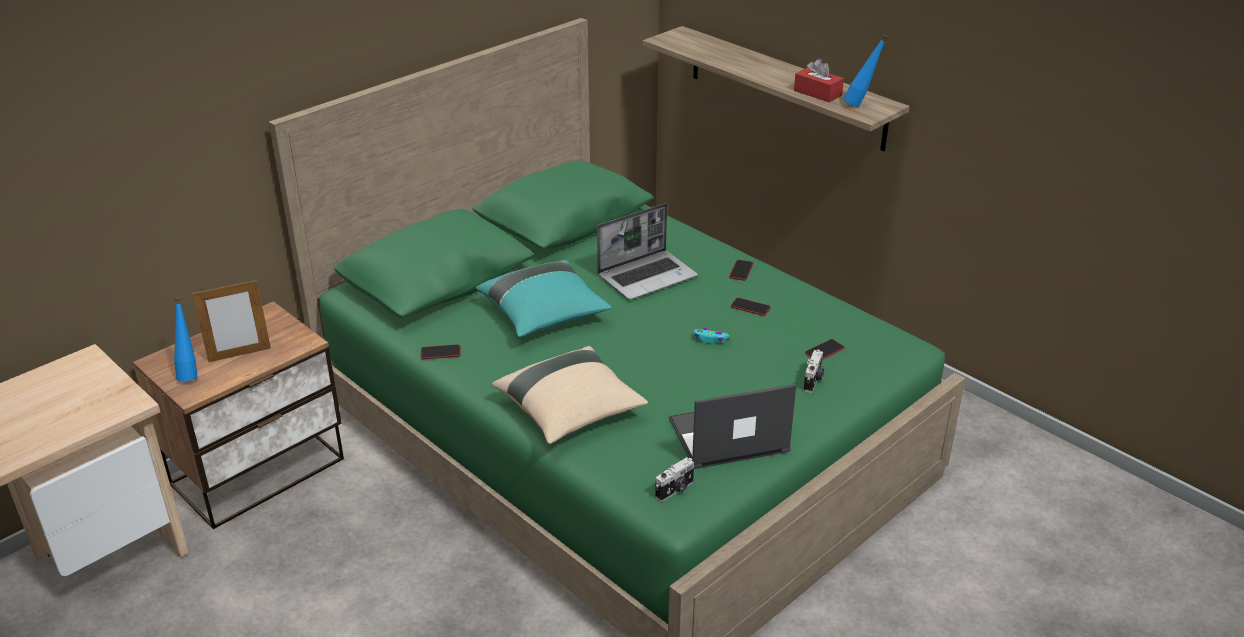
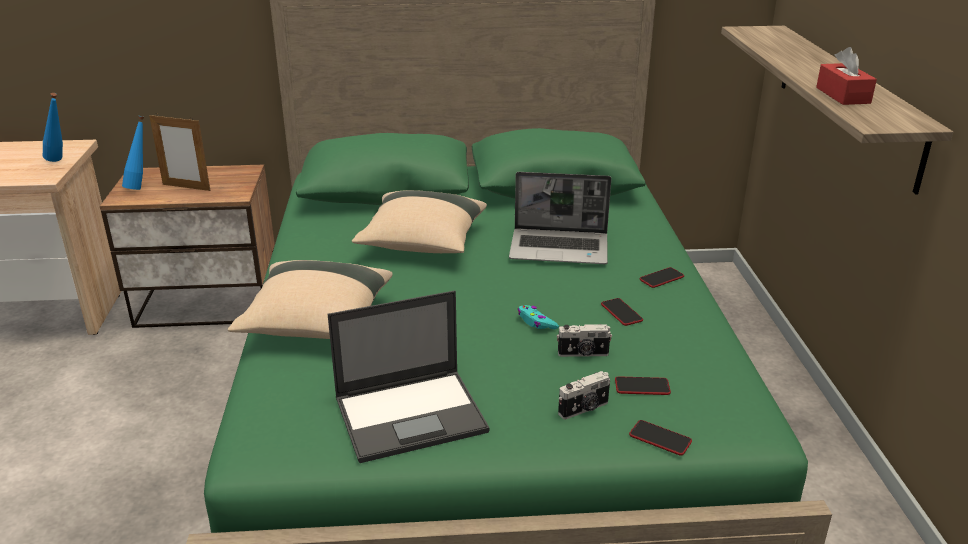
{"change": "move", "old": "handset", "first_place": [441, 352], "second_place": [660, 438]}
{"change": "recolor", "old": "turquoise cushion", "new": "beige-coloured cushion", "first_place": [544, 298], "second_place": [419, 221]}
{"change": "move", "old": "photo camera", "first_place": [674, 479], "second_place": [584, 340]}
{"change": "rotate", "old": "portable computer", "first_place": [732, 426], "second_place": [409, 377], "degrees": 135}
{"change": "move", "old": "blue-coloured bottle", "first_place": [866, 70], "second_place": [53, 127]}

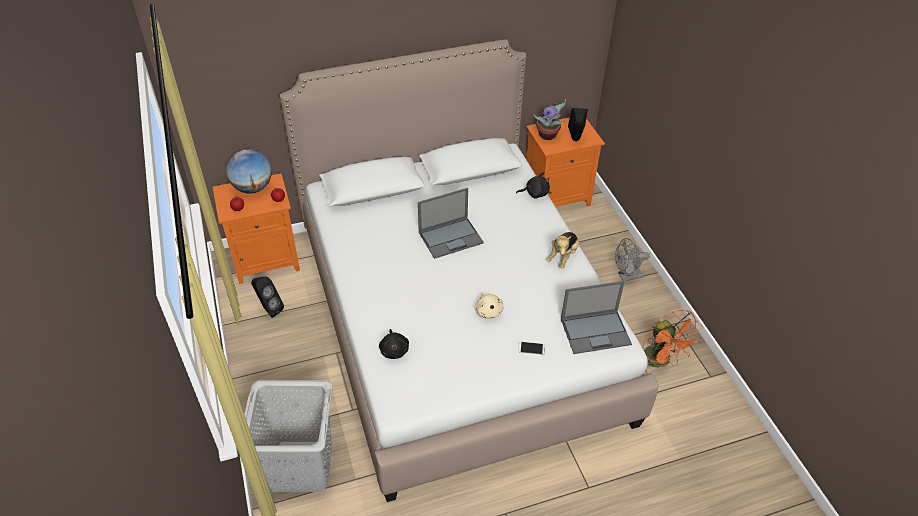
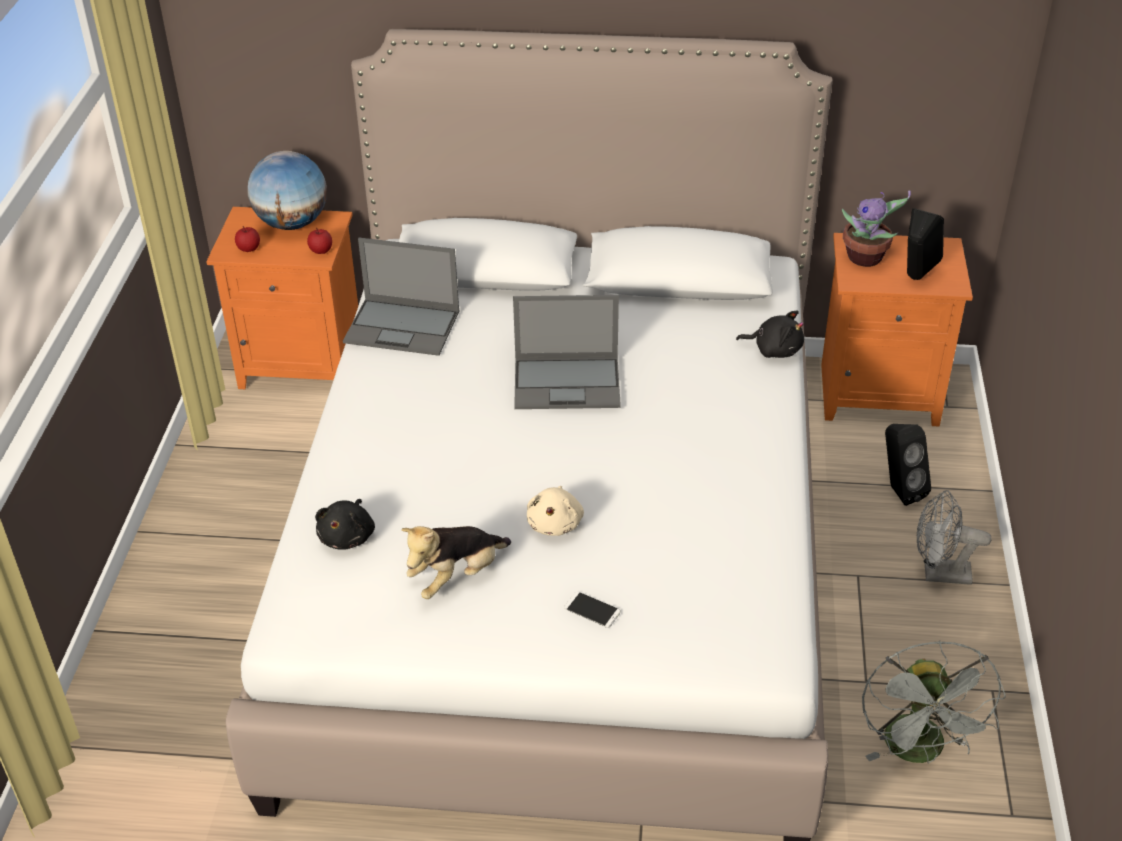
{"change": "delete", "old": "grey washing basket", "first_place": [288, 436]}
{"change": "move", "old": "blackish speaker", "first_place": [267, 297], "second_place": [908, 465]}
{"change": "move", "old": "plush toy", "first_place": [562, 250], "second_place": [456, 562]}
{"change": "move", "old": "portable computer", "first_place": [596, 317], "second_place": [401, 297]}
{"change": "recolor", "old": "orange-coloured fan", "new": "grey fan", "first_place": [672, 340], "second_place": [934, 702]}

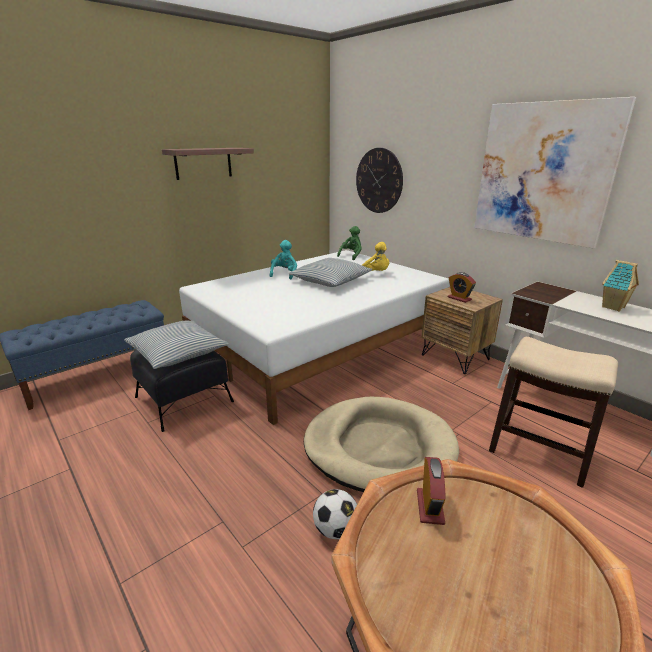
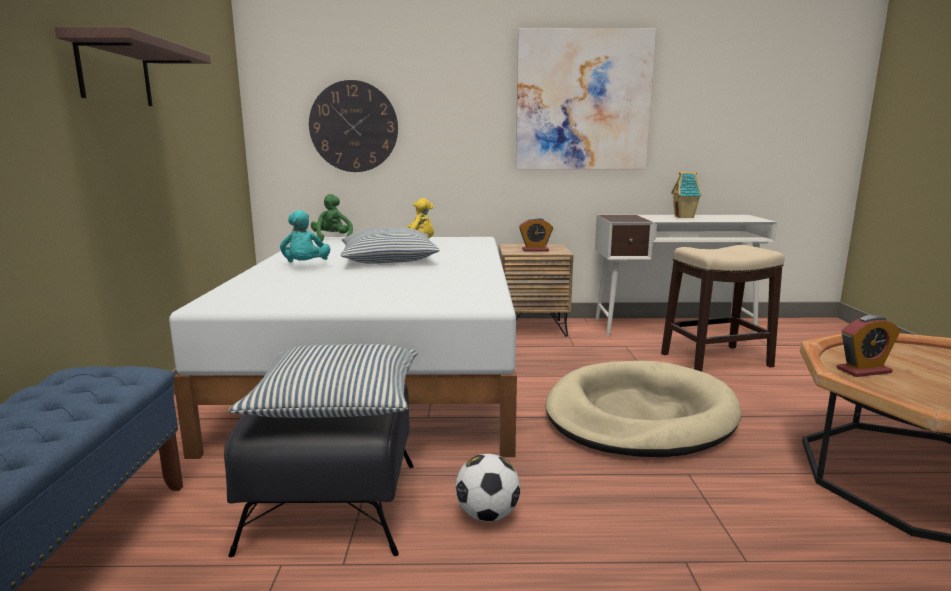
{"change": "rotate", "old": "turquoise plush toy", "first_place": [283, 259], "second_place": [305, 236], "degrees": -150}
{"change": "move", "old": "football ball", "first_place": [335, 514], "second_place": [488, 488]}
{"change": "rotate", "old": "bedside clock", "first_place": [431, 491], "second_place": [868, 346], "degrees": 120}

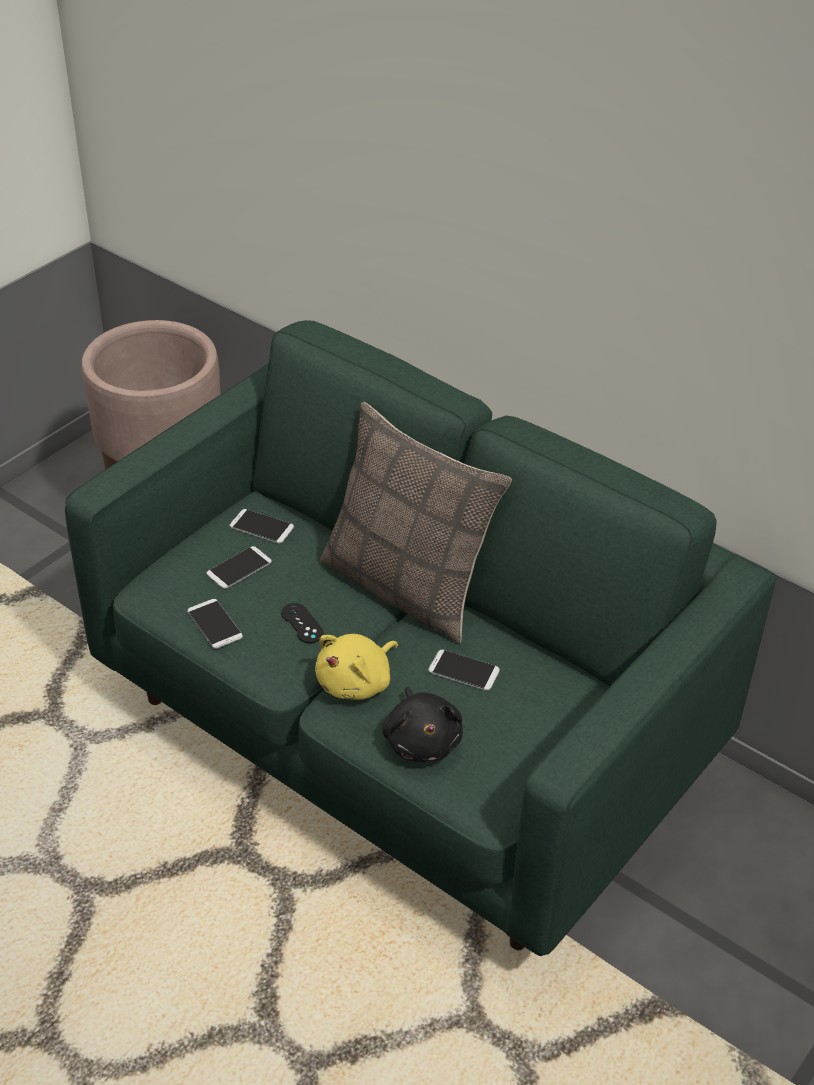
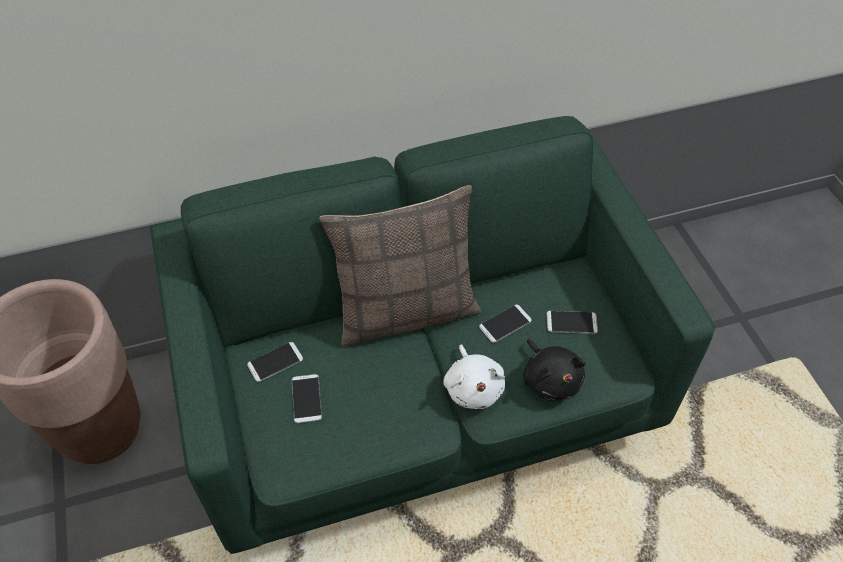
{"change": "move", "old": "handset", "first_place": [215, 624], "second_place": [572, 322]}
{"change": "delete", "old": "blackish joypad", "first_place": [302, 623]}
{"change": "recolor", "old": "yellowish plush toy", "new": "white plush toy", "first_place": [356, 667], "second_place": [474, 376]}
{"change": "rotate", "old": "blackish plush toy", "first_place": [422, 724], "second_place": [554, 370], "degrees": 45}

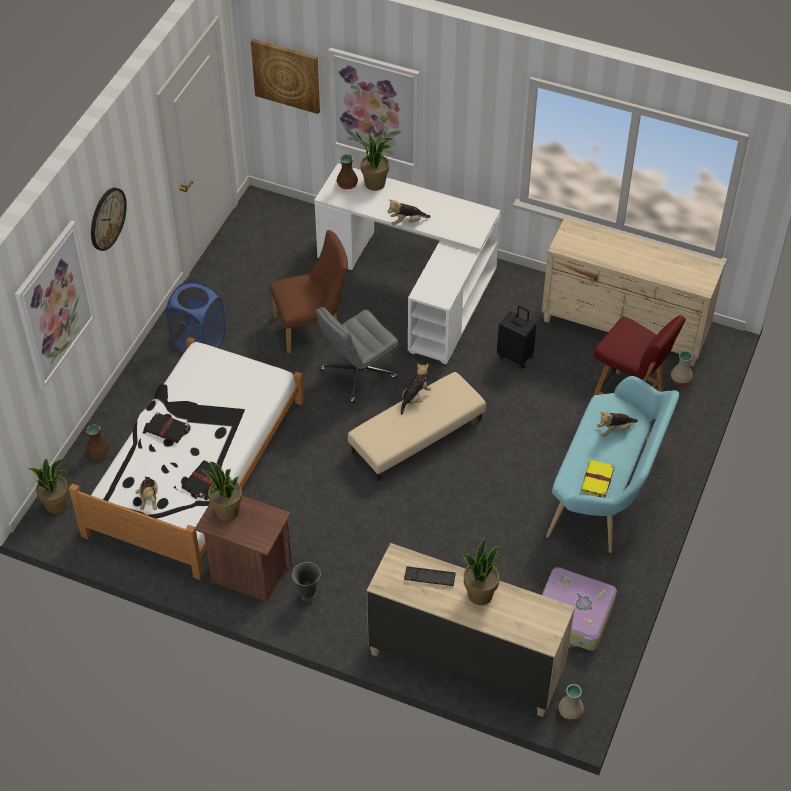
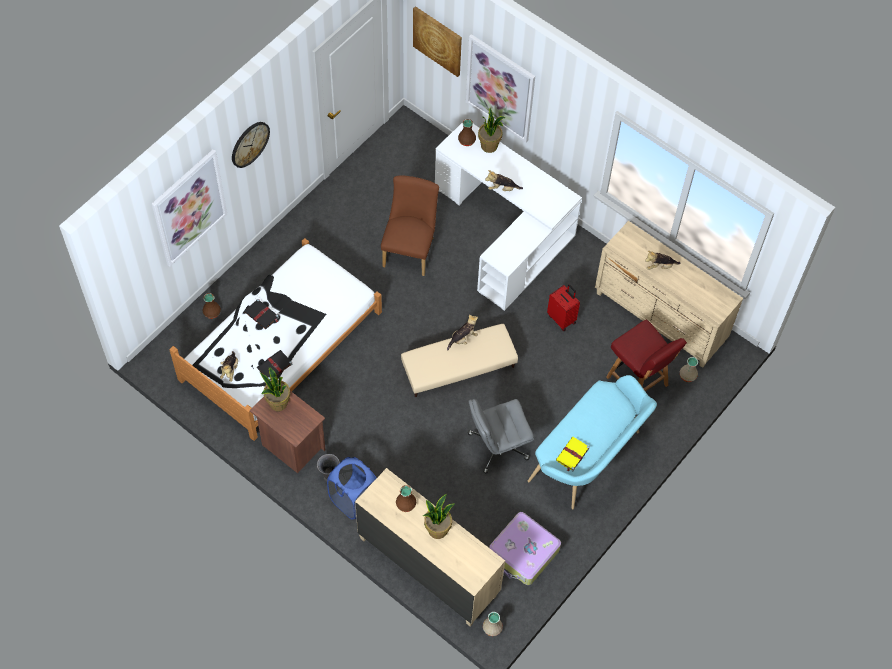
{"change": "delete", "old": "houseplant", "first_place": [48, 486]}
{"change": "move", "old": "blue-coloured washing basket", "first_place": [196, 317], "second_place": [351, 488]}
{"change": "rotate", "old": "brown-coloured upright chair", "first_place": [309, 291], "second_place": [410, 225], "degrees": -75}
{"change": "move", "old": "grey computer chair", "first_place": [357, 355], "second_place": [501, 436]}
{"change": "replace", "old": "computer keyboard", "new": "brown-coloured vase", "first_place": [430, 576], "second_place": [406, 498]}
{"change": "recolor", "old": "blackish travel case", "new": "red-coloured travel case", "first_place": [516, 337], "second_place": [563, 307]}
{"change": "move", "old": "plush toy", "first_place": [617, 424], "second_place": [662, 260]}

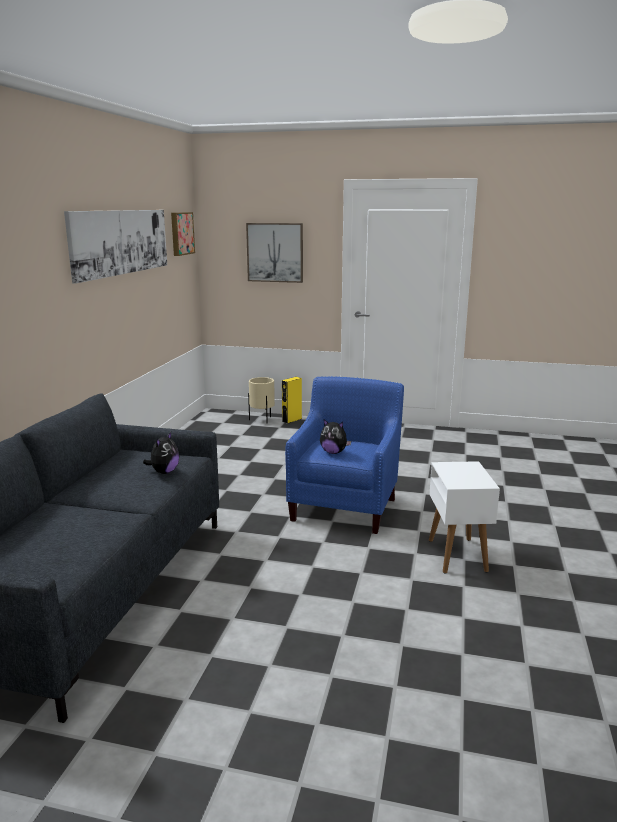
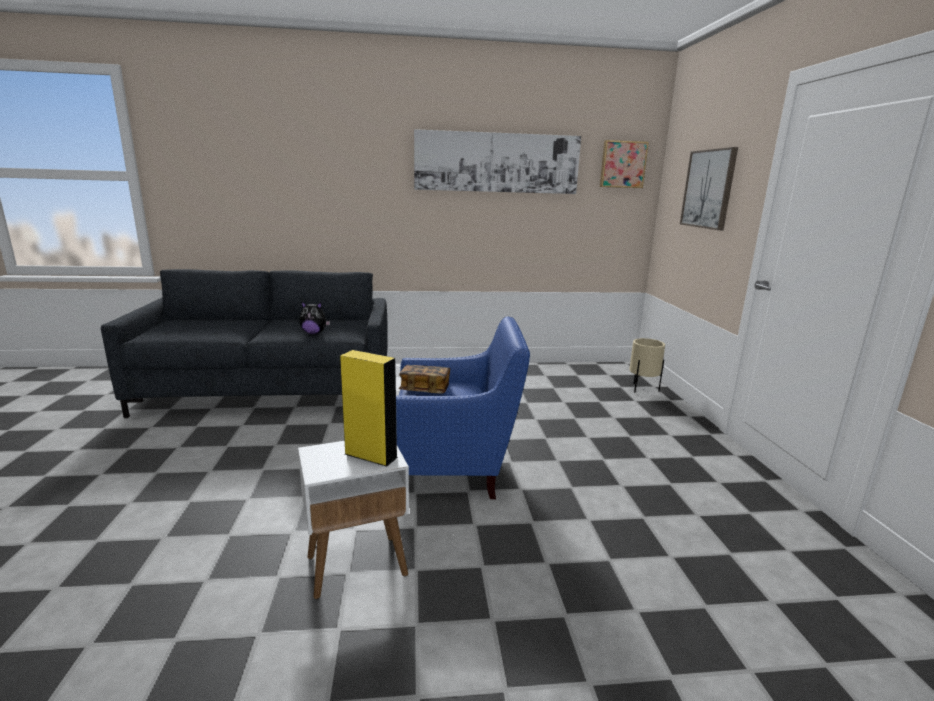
{"change": "move", "old": "yellowish speaker", "first_place": [292, 400], "second_place": [369, 408]}
{"change": "replace", "old": "plush toy", "new": "bound book", "first_place": [335, 436], "second_place": [424, 379]}

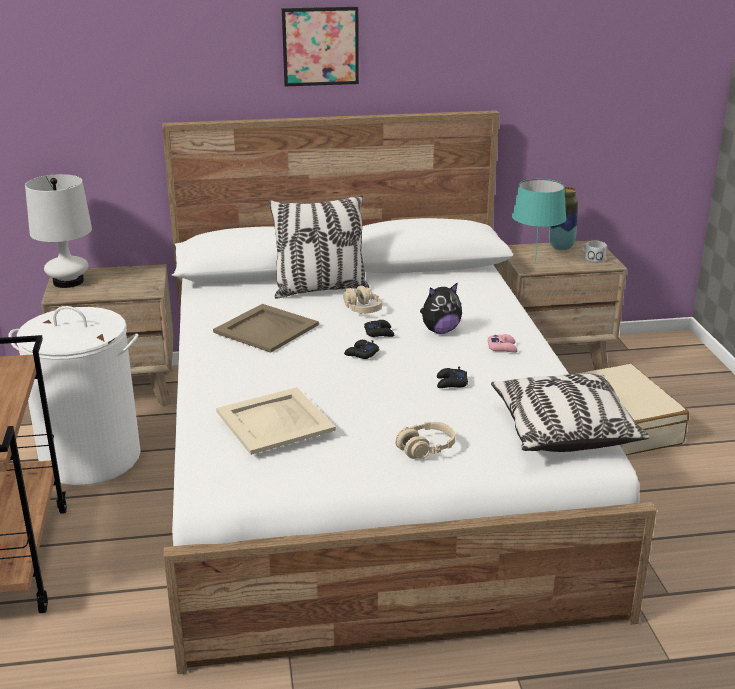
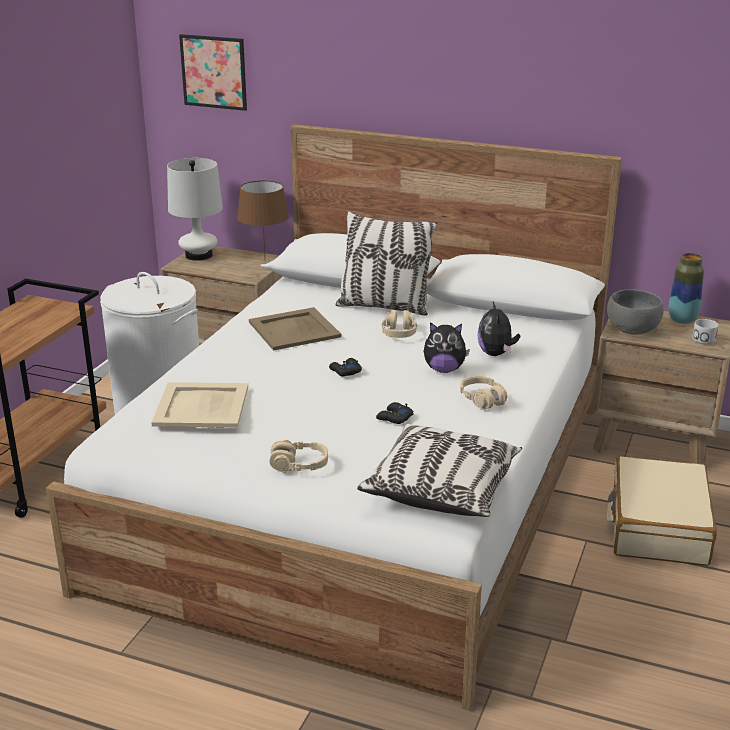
{"change": "move", "old": "wall art", "first_place": [320, 46], "second_place": [213, 72]}
{"change": "delete", "old": "blackish joypad", "first_place": [379, 328]}
{"change": "replace", "old": "pink-coloured joypad", "new": "beige-coloured headphones", "first_place": [503, 343], "second_place": [483, 392]}
{"change": "replace", "old": "turquoise lamp for a table", "new": "grey serving bowl", "first_place": [539, 221], "second_place": [635, 312]}
{"change": "insert", "new": "brown-coloured lamp for a table", "second_place": [263, 218]}
{"change": "insert", "new": "plush toy", "second_place": [499, 328]}

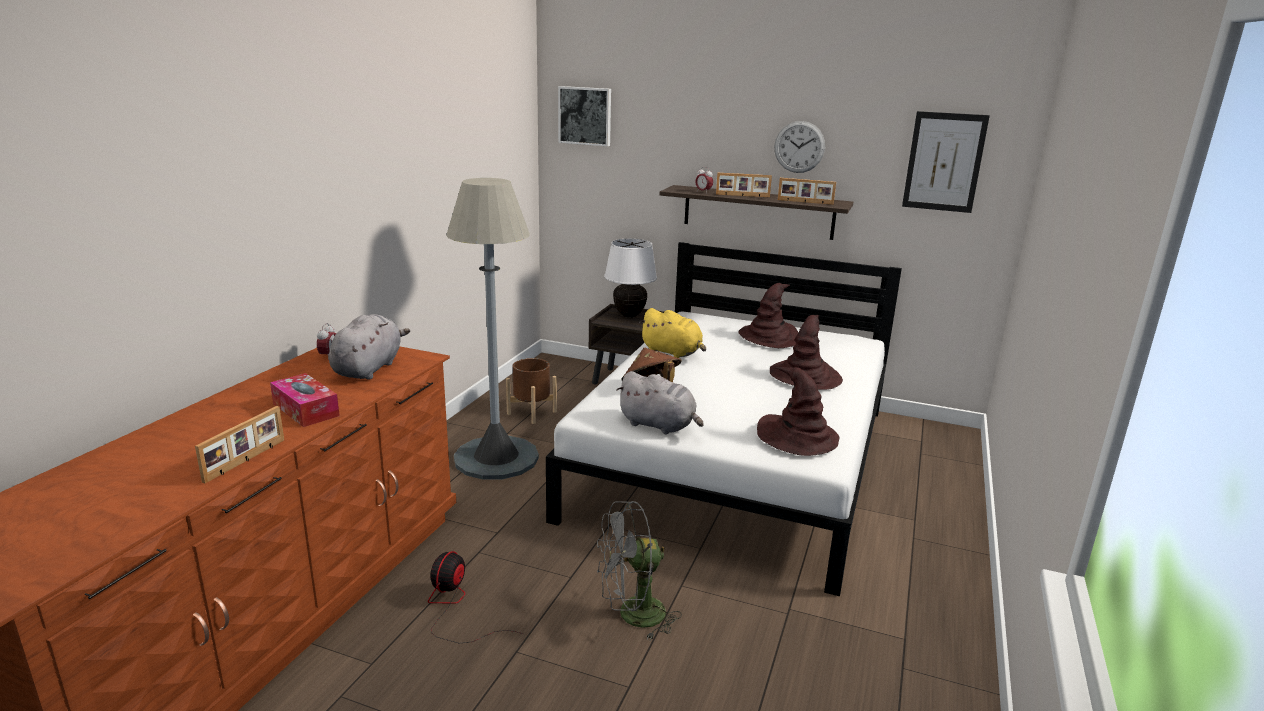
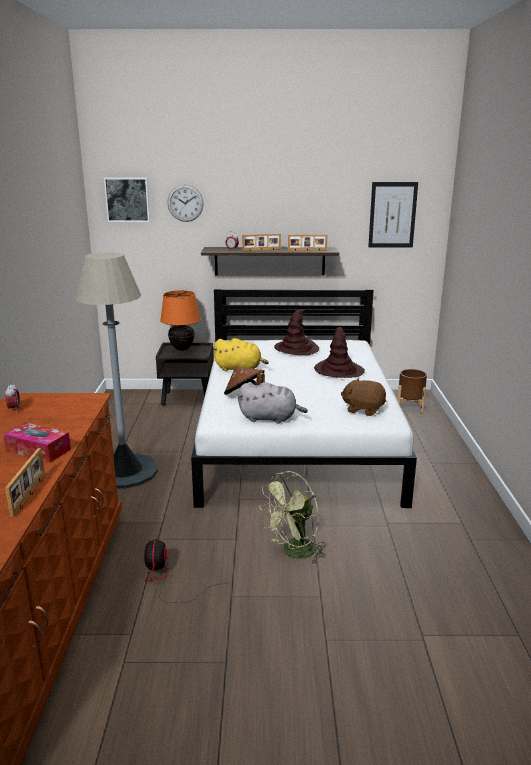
{"change": "delete", "old": "grey plush toy", "first_place": [369, 347]}
{"change": "move", "old": "brown-coloured planter", "first_place": [531, 391], "second_place": [412, 392]}
{"change": "recolor", "old": "grey fan", "new": "greenish fan", "first_place": [639, 570], "second_place": [292, 517]}
{"change": "recolor", "old": "white lamp for a table", "new": "orange-coloured lamp for a table", "first_place": [630, 278], "second_place": [180, 320]}
{"change": "replace", "old": "brown-coloured wearable hat", "new": "brown-coloured plush toy", "first_place": [798, 411], "second_place": [363, 397]}
{"change": "move", "old": "hanging clock", "first_place": [799, 147], "second_place": [185, 203]}

